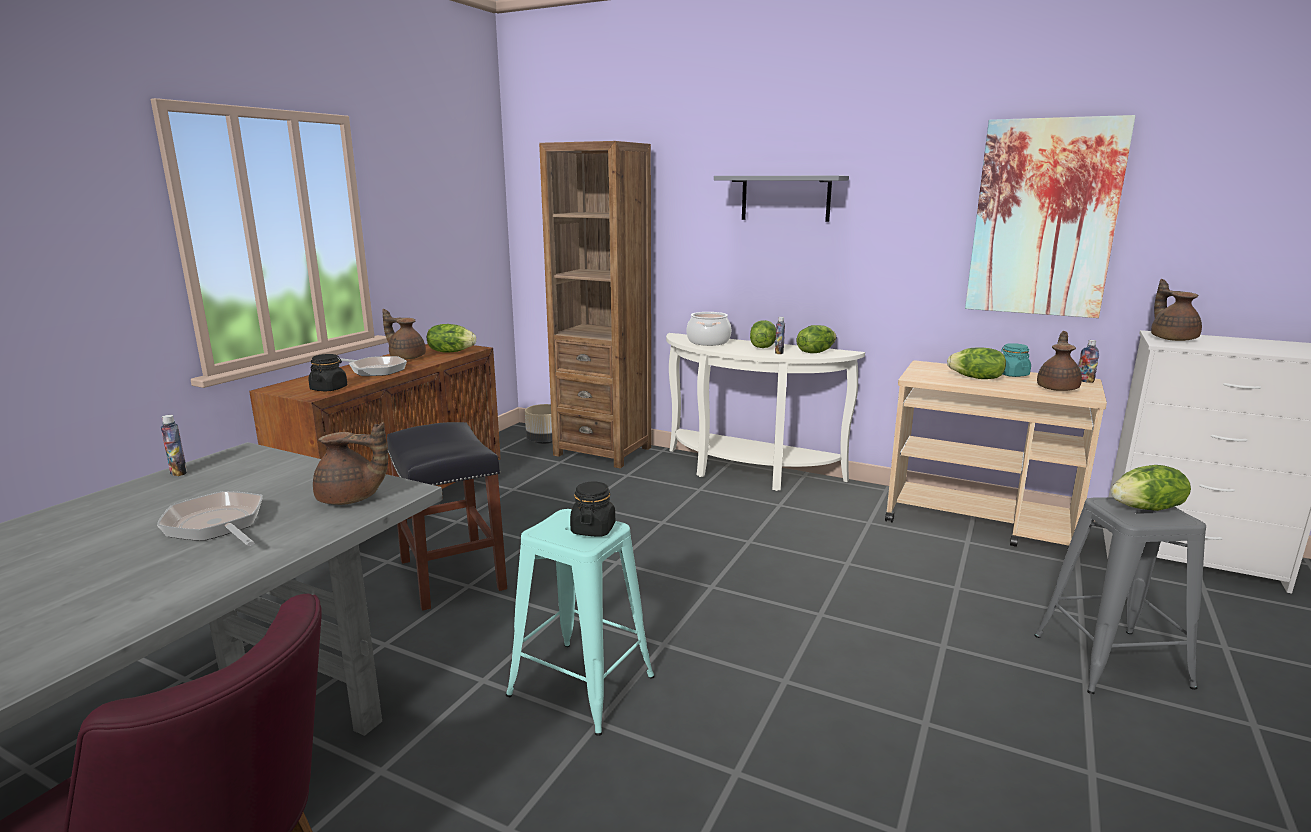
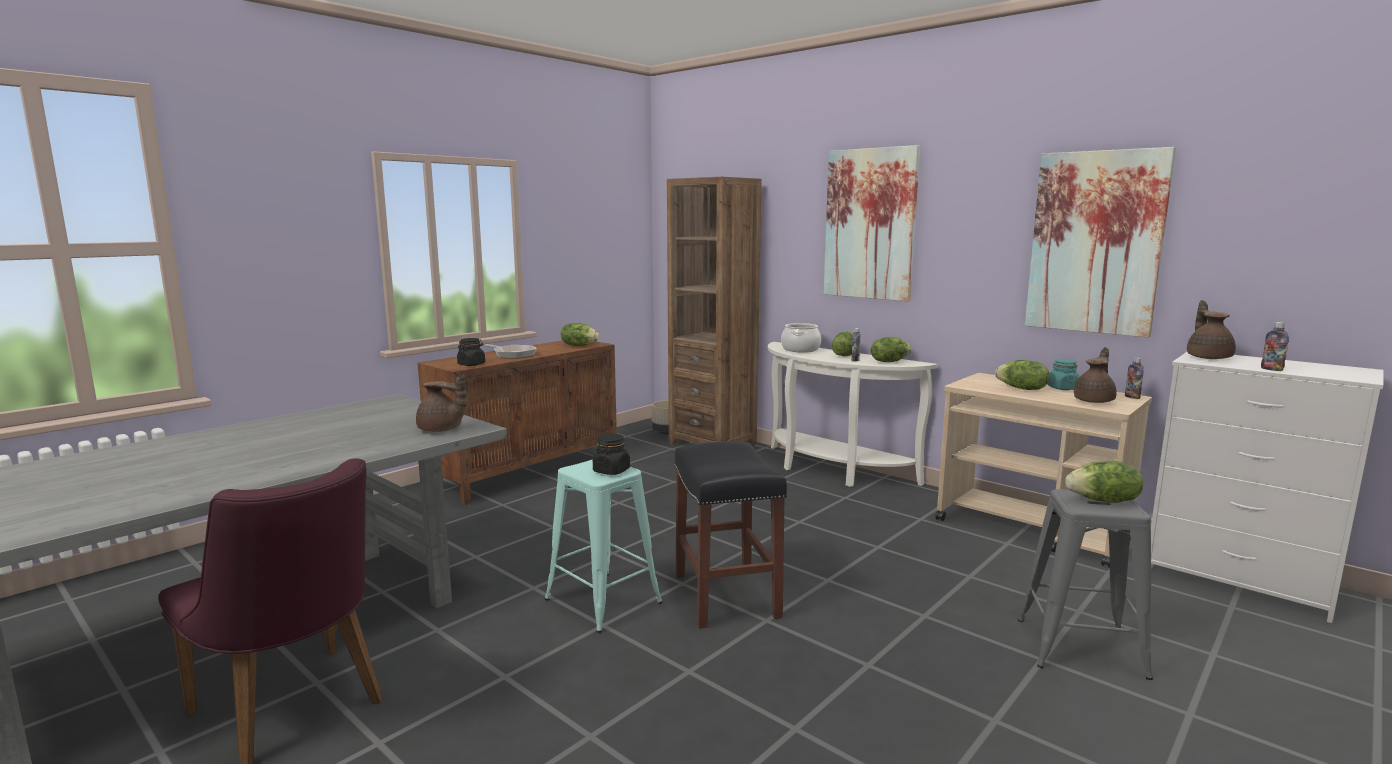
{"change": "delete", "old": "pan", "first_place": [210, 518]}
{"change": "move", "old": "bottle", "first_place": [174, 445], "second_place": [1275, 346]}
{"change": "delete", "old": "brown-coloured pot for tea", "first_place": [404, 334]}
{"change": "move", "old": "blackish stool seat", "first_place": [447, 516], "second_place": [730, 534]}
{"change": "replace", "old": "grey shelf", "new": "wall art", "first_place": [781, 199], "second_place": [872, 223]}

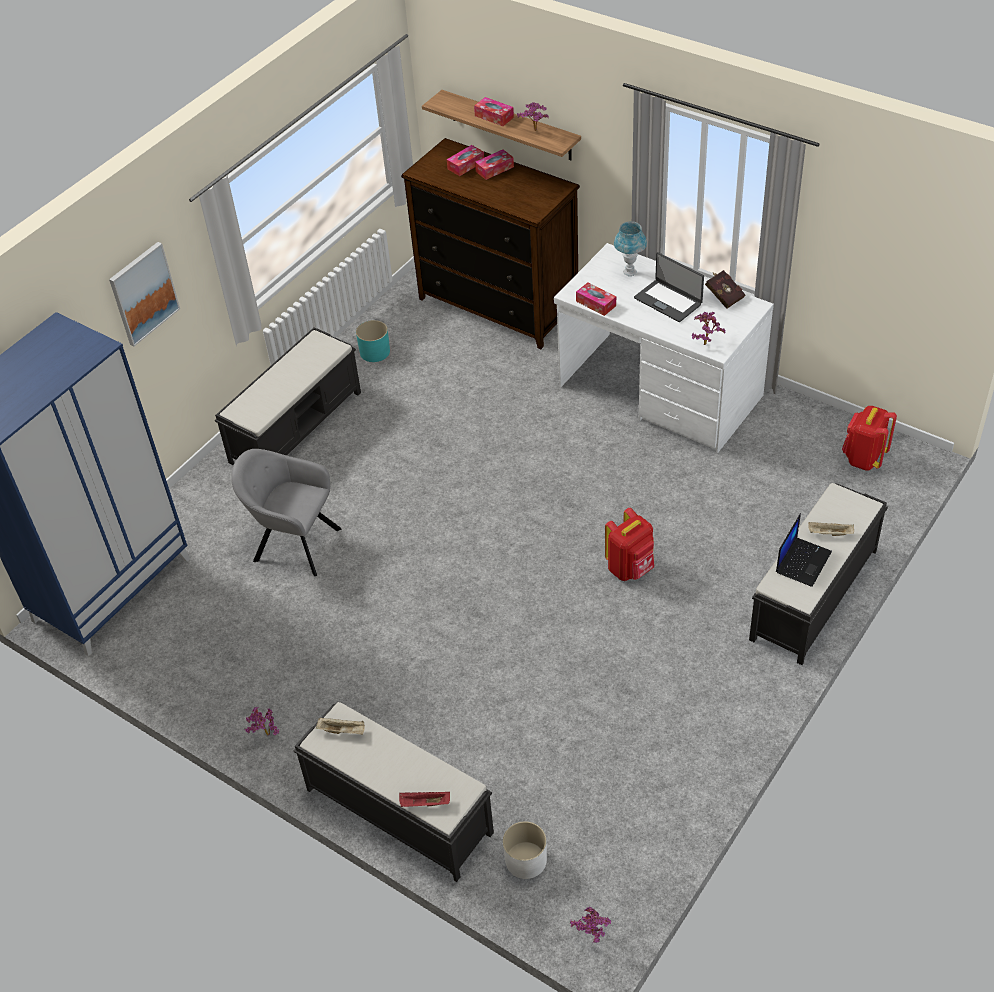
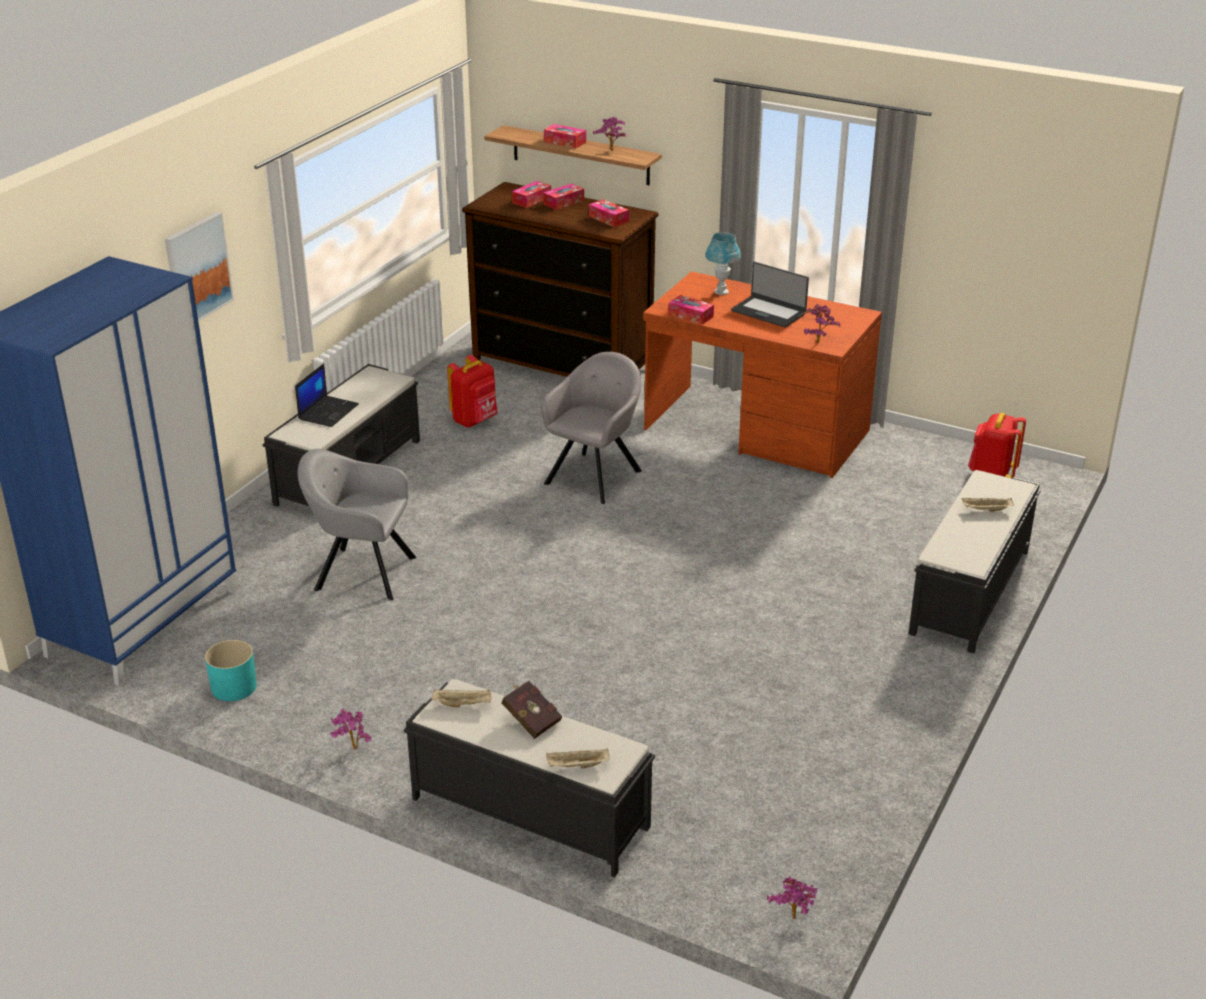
{"change": "move", "old": "turquoise planter", "first_place": [373, 341], "second_place": [231, 670]}
{"change": "recolor", "old": "red-coloured serving tray", "new": "beige-coloured serving tray", "first_place": [424, 799], "second_place": [578, 758]}
{"change": "delete", "old": "white planter", "first_place": [525, 850]}
{"change": "recolor", "old": "white desk", "new": "brown-coloured desk", "first_place": [664, 348], "second_place": [762, 375]}
{"change": "move", "old": "red-coloured backpack", "first_place": [629, 544], "second_place": [472, 391]}
{"change": "move", "old": "red-coloured bound book", "first_place": [725, 289], "second_place": [531, 710]}
{"change": "move", "old": "portable computer", "first_place": [804, 550], "second_place": [327, 395]}
{"change": "insert", "new": "grey armchair", "second_place": [591, 428]}
{"change": "insert", "new": "tissue holder", "second_place": [609, 213]}

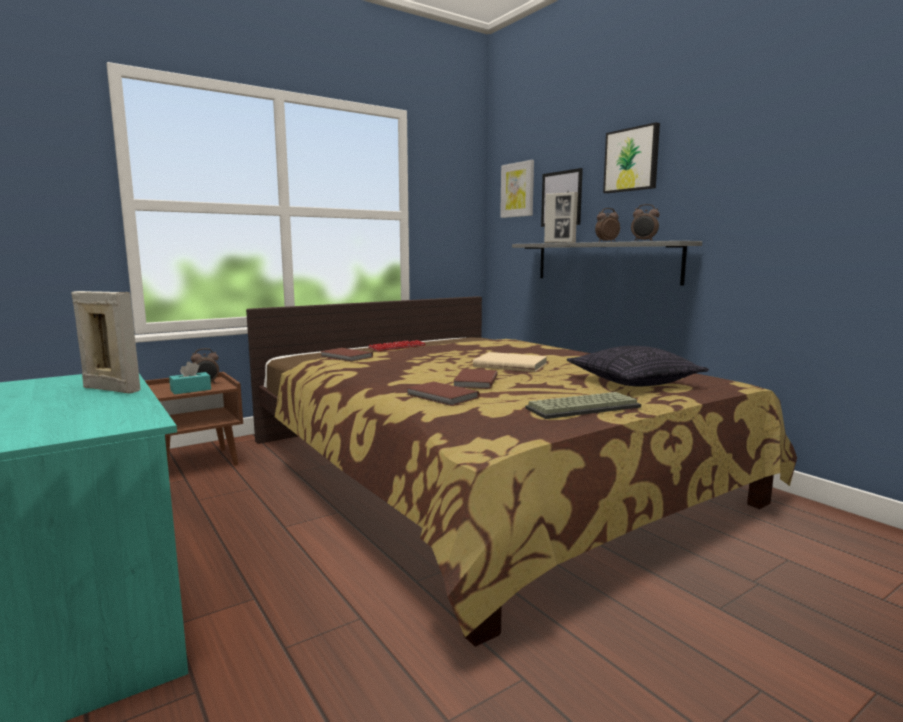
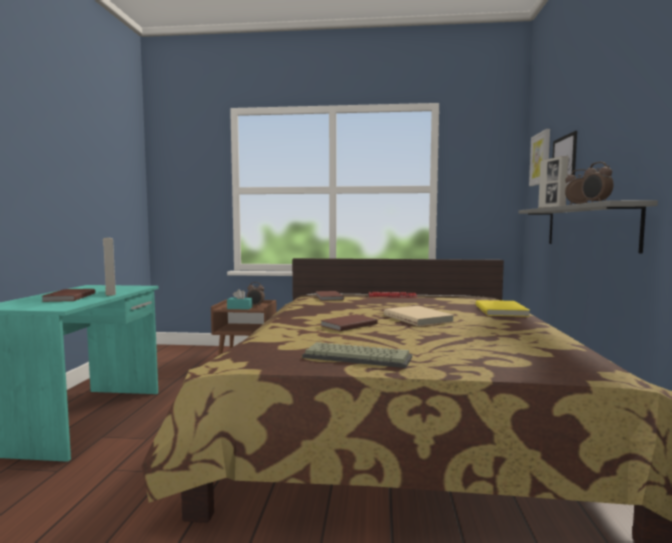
{"change": "move", "old": "brown-coloured bound book", "first_place": [442, 393], "second_place": [68, 295]}
{"change": "delete", "old": "cushion", "first_place": [638, 366]}
{"change": "delete", "old": "wall art", "first_place": [631, 157]}
{"change": "insert", "new": "yellowish bound book", "second_place": [503, 308]}

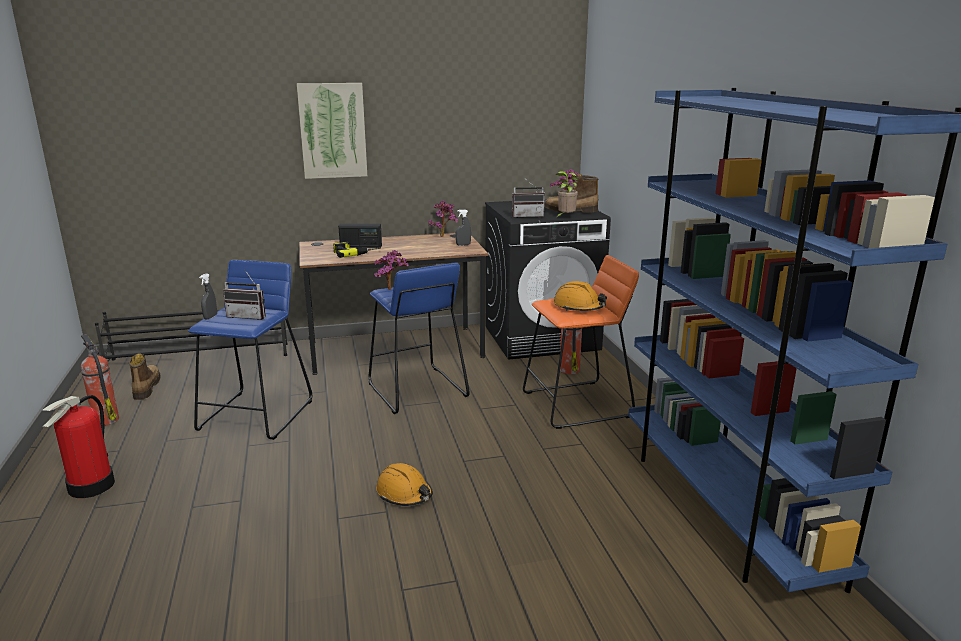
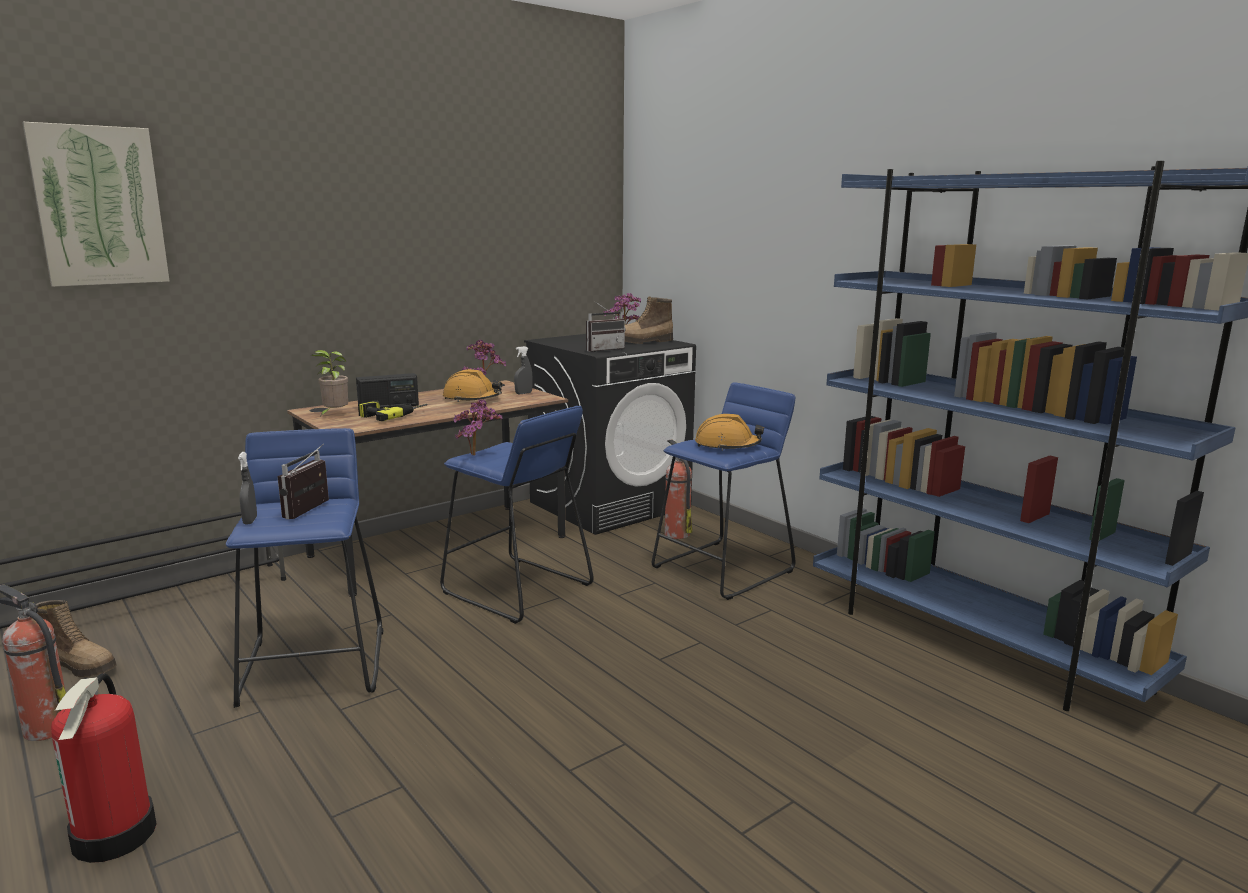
{"change": "rotate", "old": "high-top boot", "first_place": [145, 376], "second_place": [76, 638], "degrees": 150}
{"change": "rotate", "old": "radio receiver", "first_place": [244, 294], "second_place": [303, 481], "degrees": 120}
{"change": "move", "old": "wall art", "first_place": [332, 131], "second_place": [96, 204]}
{"change": "move", "old": "orange-coloured hard hat", "first_place": [404, 484], "second_place": [472, 385]}
{"change": "recolor", "old": "orange-coloured stool seat", "new": "blue-coloured stool seat", "first_place": [581, 342], "second_place": [723, 491]}
{"change": "move", "old": "houseplant", "first_place": [566, 194], "second_place": [329, 383]}

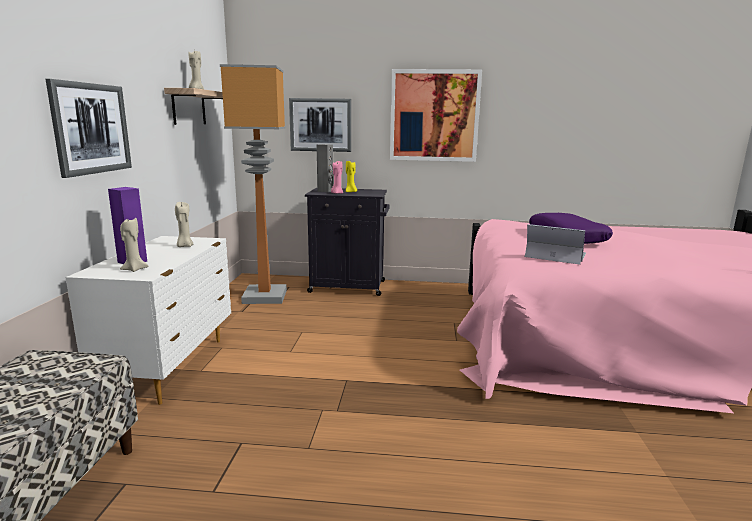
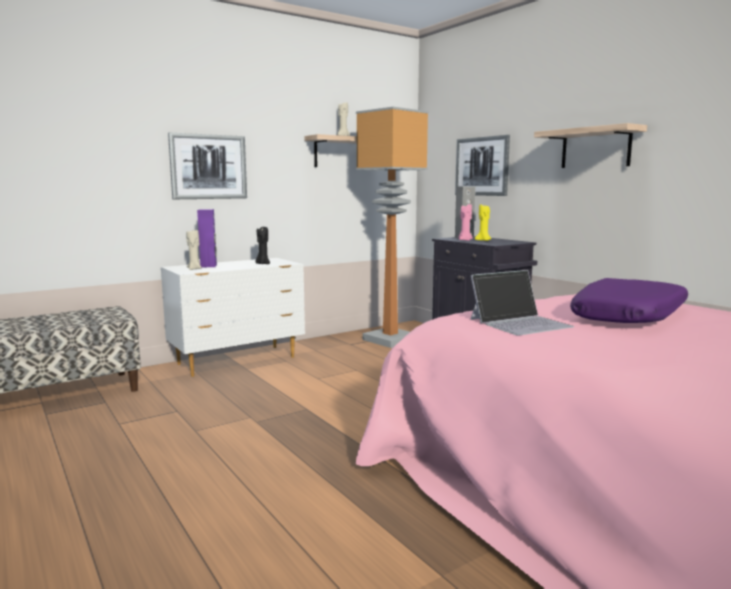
{"change": "recolor", "old": "beige-coloured wax candle", "new": "blackish wax candle", "first_place": [184, 224], "second_place": [262, 245]}
{"change": "replace", "old": "wall art", "new": "shelf", "first_place": [436, 115], "second_place": [590, 145]}
{"change": "rotate", "old": "portable computer", "first_place": [555, 244], "second_place": [522, 302], "degrees": 75}

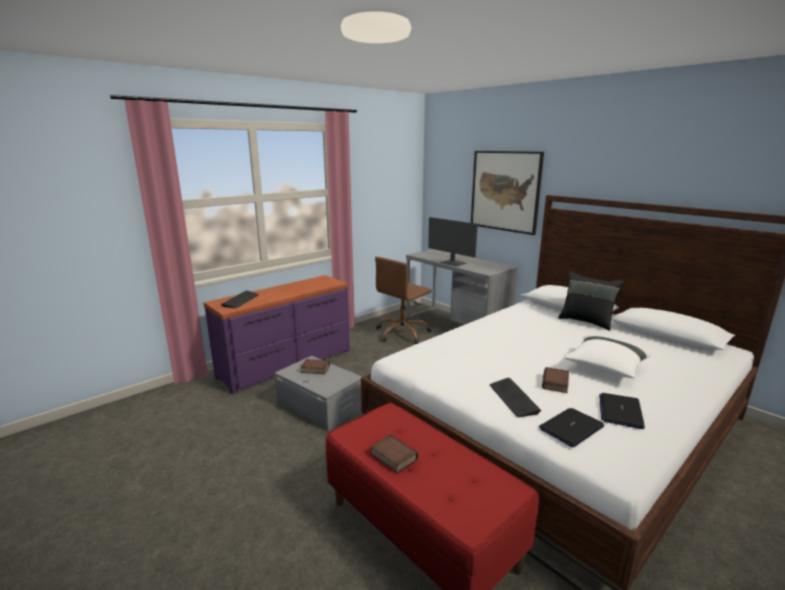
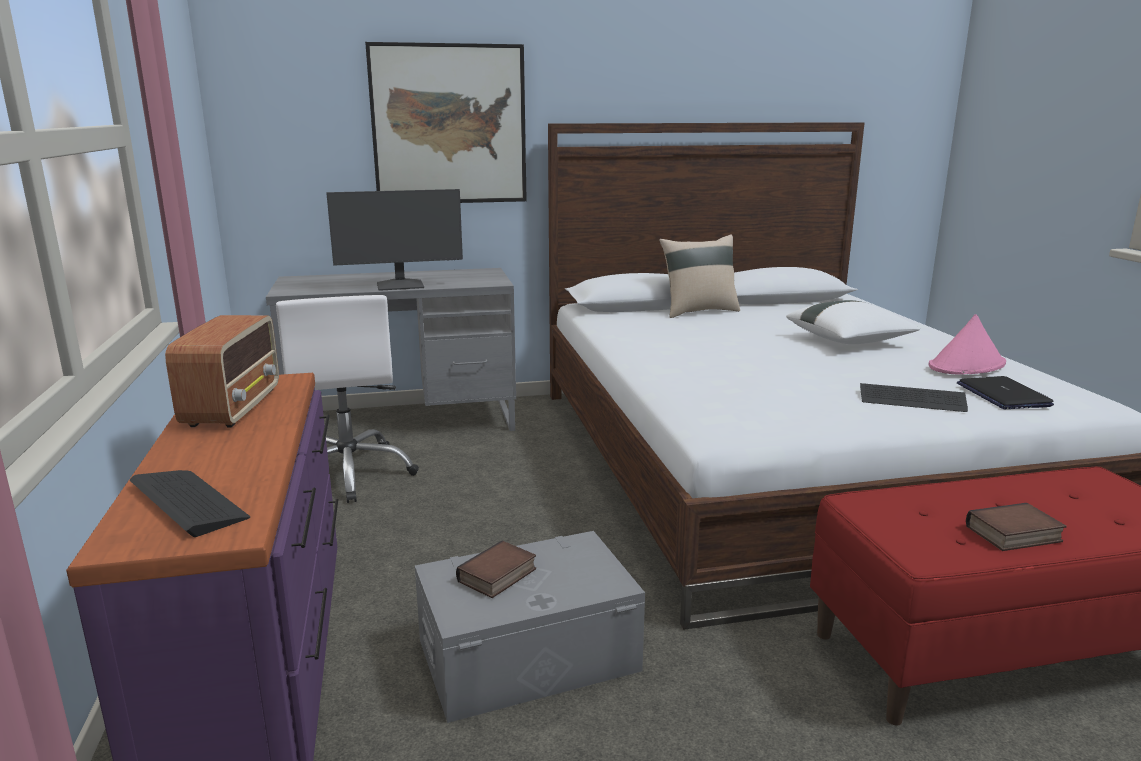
{"change": "recolor", "old": "brown-coloured computer chair", "new": "white computer chair", "first_place": [403, 300], "second_place": [347, 399]}
{"change": "delete", "old": "bound book", "first_place": [555, 380]}
{"change": "recolor", "old": "blackish cushion", "new": "beige-coloured cushion", "first_place": [591, 301], "second_place": [699, 276]}
{"change": "replace", "old": "portable computer", "new": "pink-coloured wearable hat", "first_place": [622, 411], "second_place": [967, 344]}
{"change": "insert", "new": "radio receiver", "second_place": [222, 371]}

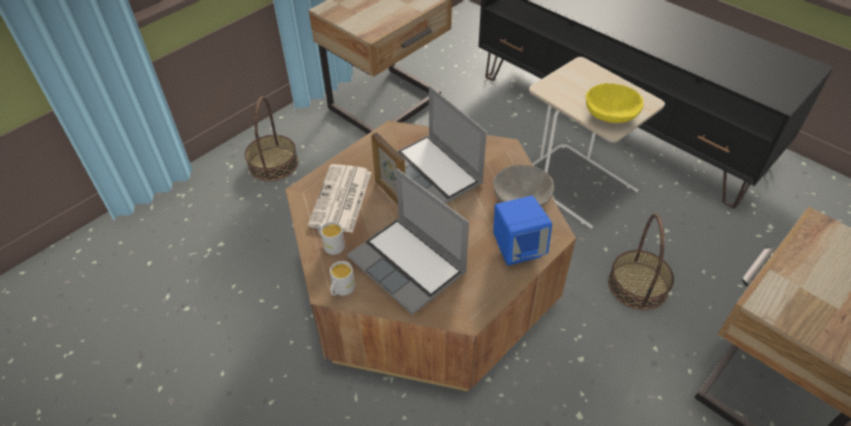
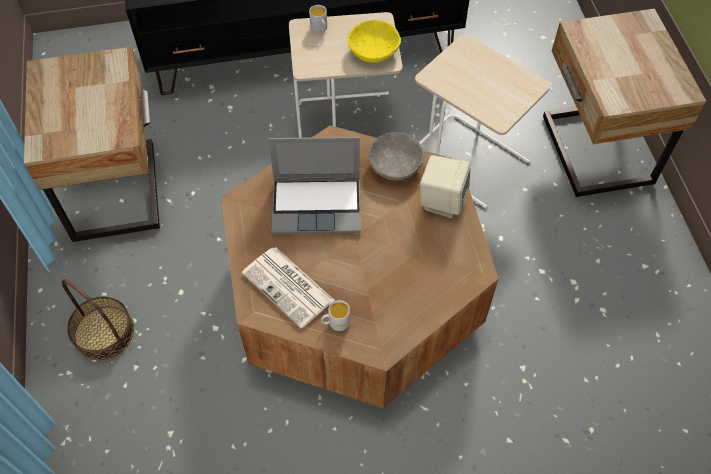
{"change": "move", "old": "white tea mug", "first_place": [342, 278], "second_place": [318, 19]}
{"change": "delete", "old": "portable computer", "first_place": [408, 241]}
{"change": "delete", "old": "picture frame", "first_place": [388, 168]}
{"change": "recolor", "old": "blue-coloured speaker", "new": "beige-coloured speaker", "first_place": [522, 231], "second_place": [445, 186]}
{"change": "replace", "old": "household basket", "new": "beige-coloured accent table", "first_place": [641, 262], "second_place": [482, 121]}

